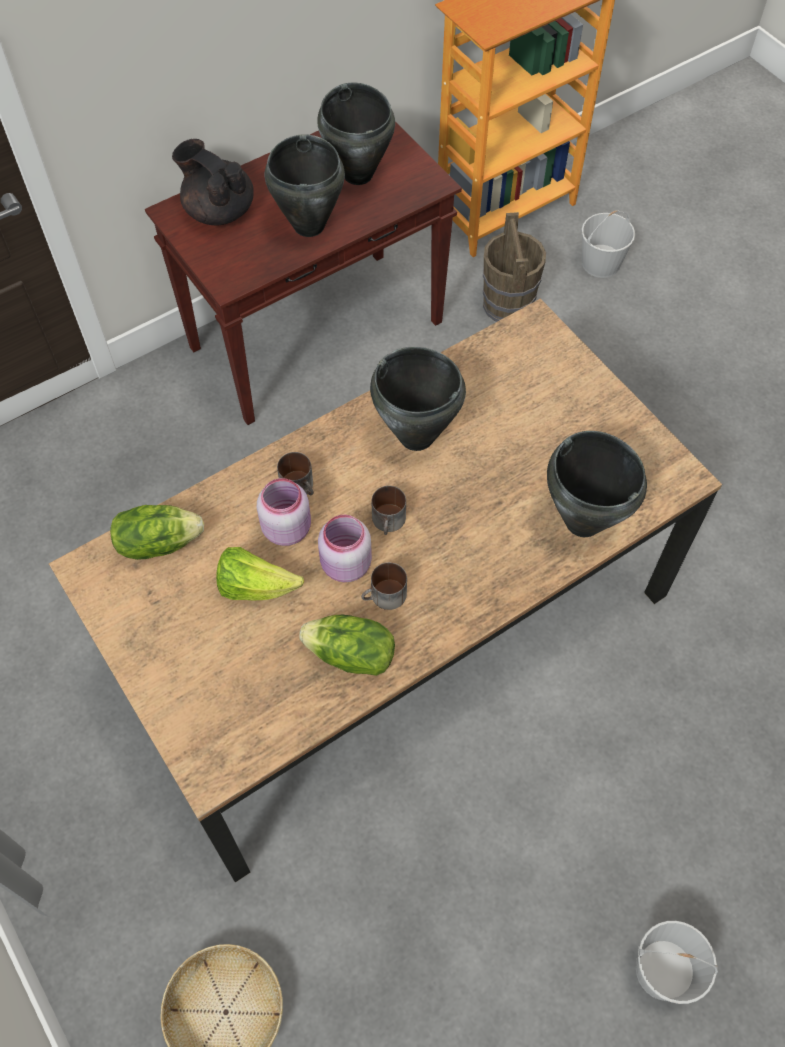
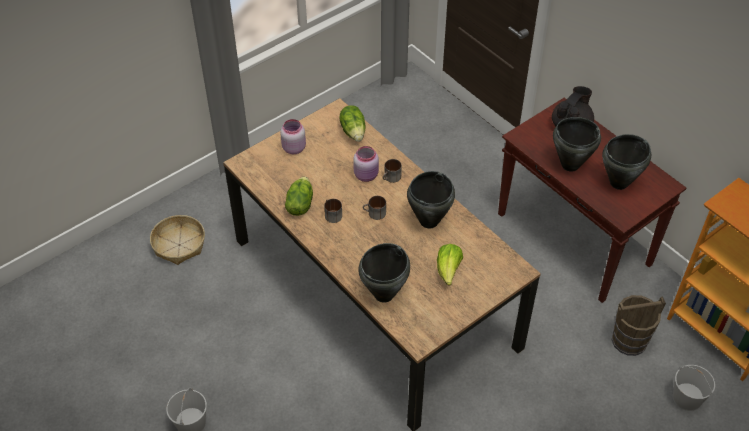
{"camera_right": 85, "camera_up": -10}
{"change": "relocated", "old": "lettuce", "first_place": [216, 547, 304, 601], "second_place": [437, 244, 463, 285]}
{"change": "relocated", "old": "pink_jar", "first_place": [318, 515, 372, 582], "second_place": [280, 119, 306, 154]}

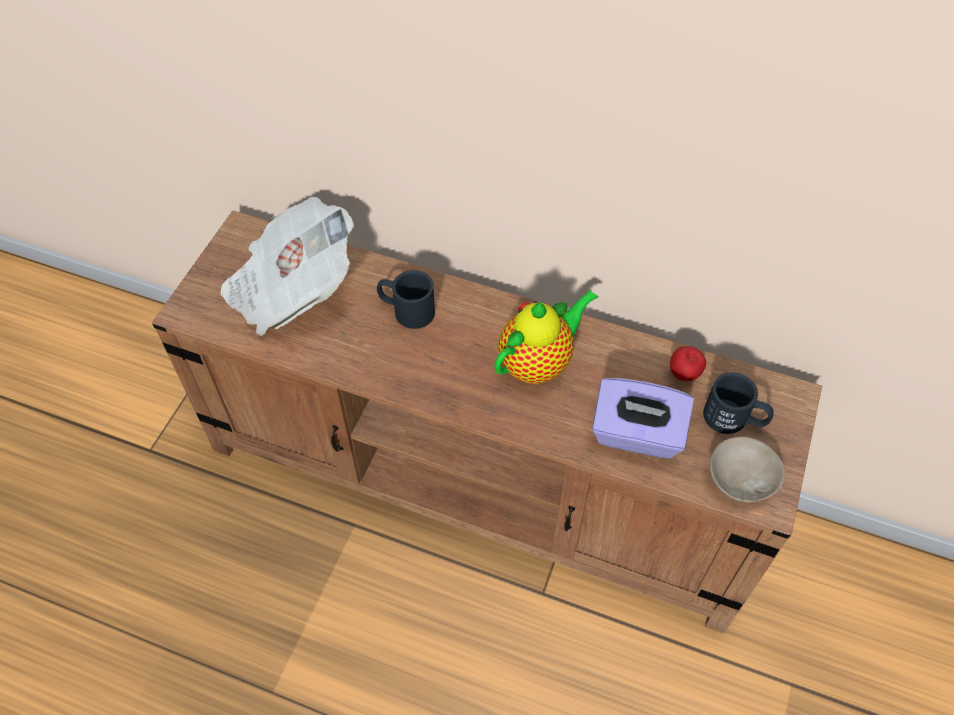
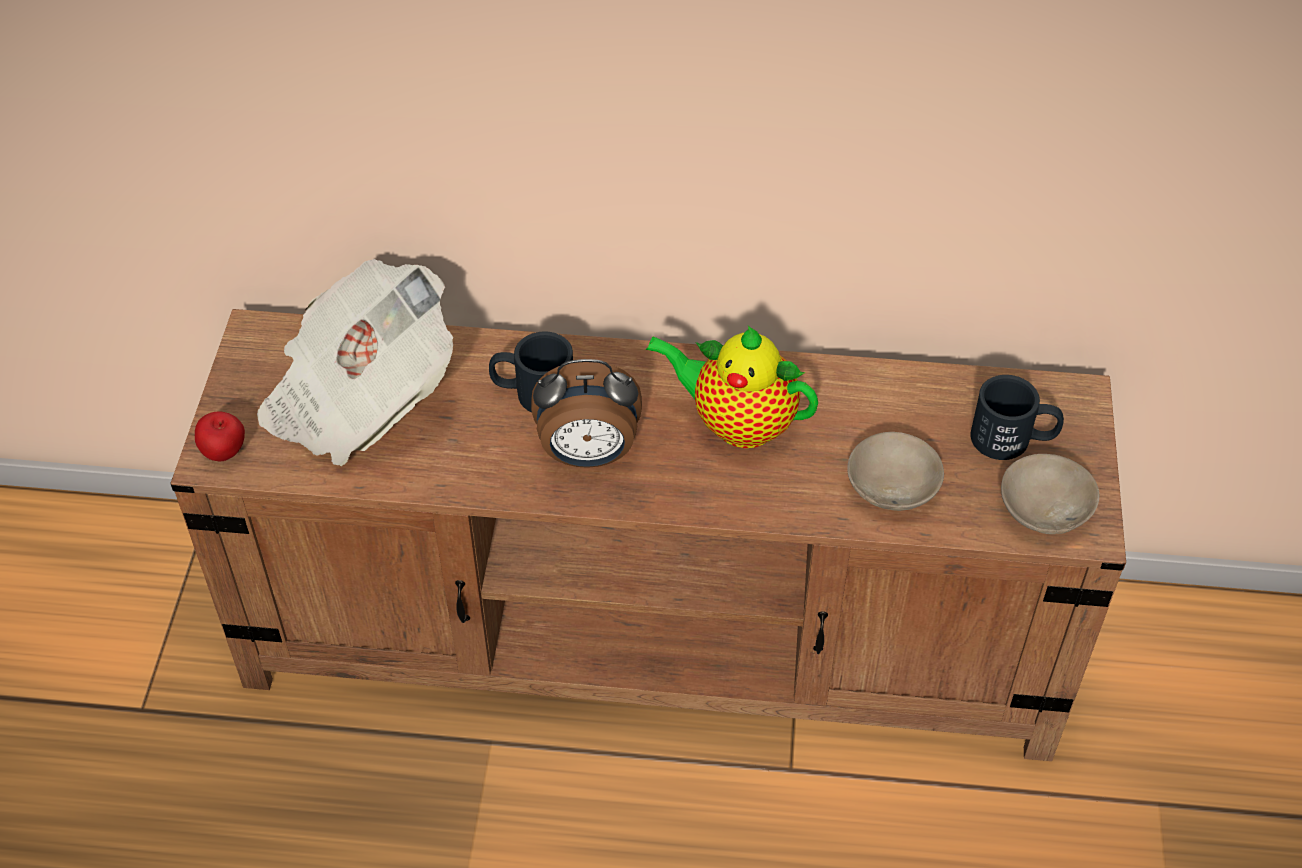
{"camera_right": -15, "camera_up": -5}
{"change": "appeared", "new": "alarm_clock", "second_place": [531, 359, 642, 468]}
{"change": "relocated", "old": "apple", "first_place": [670, 346, 706, 381], "second_place": [195, 412, 245, 461]}
{"change": "exchanged", "old": "purple_tissue_box", "new": "beige_bowl", "first_place": [592, 378, 694, 459], "second_place": [847, 432, 944, 511]}
{"change": "spun", "old": "teapot", "first_place": [494, 289, 599, 384], "second_place": [646, 326, 818, 448], "degrees": -105}

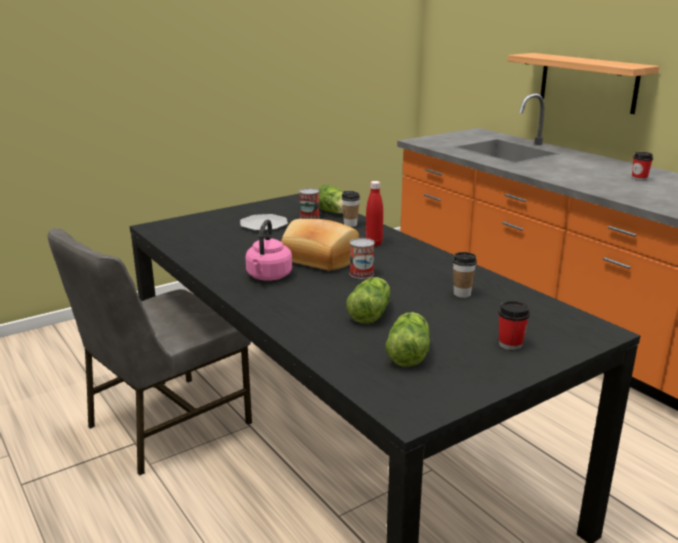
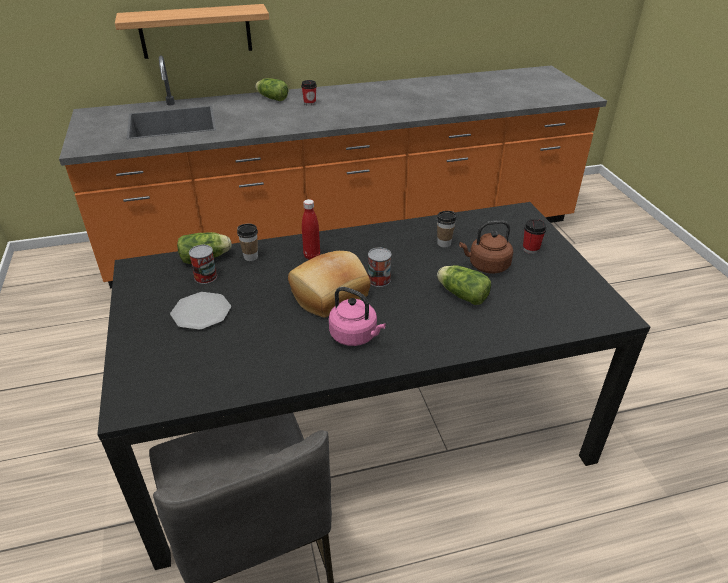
{"camera_right": -70, "camera_up": 15}
{"change": "appeared", "new": "brown_kettle", "second_place": [459, 220, 513, 274]}
{"change": "relocated", "old": "lettuce", "first_place": [386, 312, 430, 367], "second_place": [255, 78, 288, 101]}

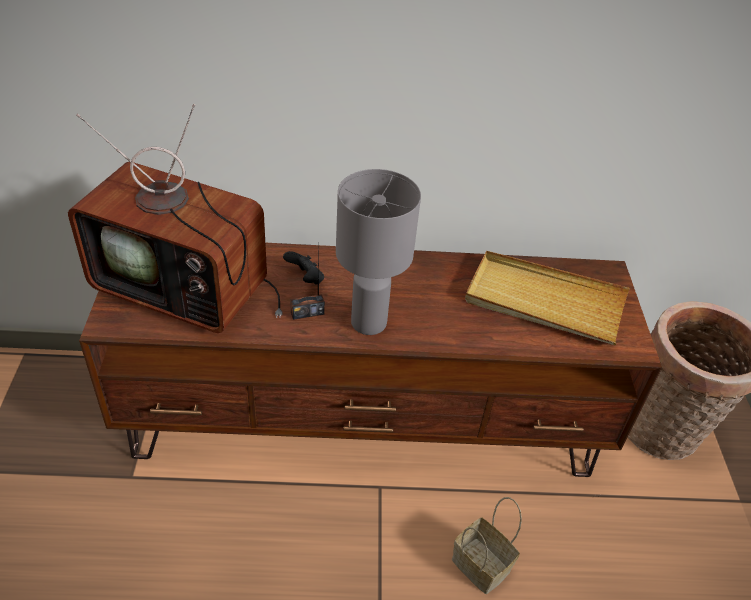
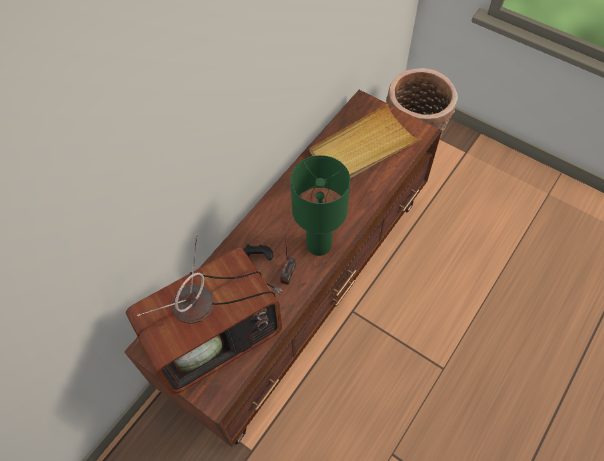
{"camera_right": -50, "camera_up": 15}
{"change": "missing", "old": "basket", "first_place": [452, 497, 522, 594]}
{"change": "colour", "old": "grey_table_lamp", "new": "green_table_lamp", "first_place": [336, 169, 421, 335], "second_place": [290, 155, 350, 256]}

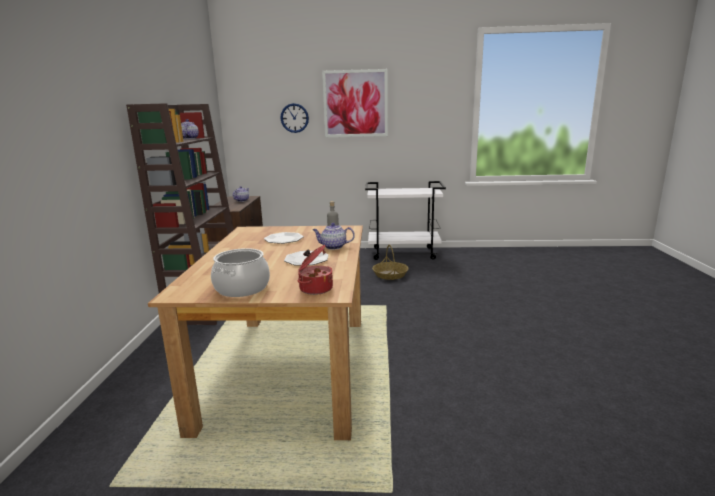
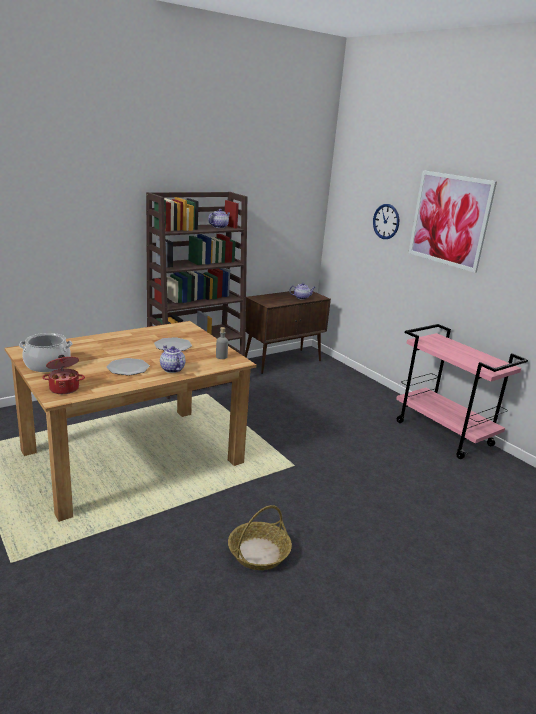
{"camera_right": 50, "camera_up": 5}
{"change": "relocated", "old": "basket", "first_place": [372, 245, 409, 280], "second_place": [228, 505, 292, 570]}
{"change": "colour", "old": "white_cart", "new": "pink_cart", "first_place": [365, 181, 446, 260], "second_place": [396, 324, 528, 459]}

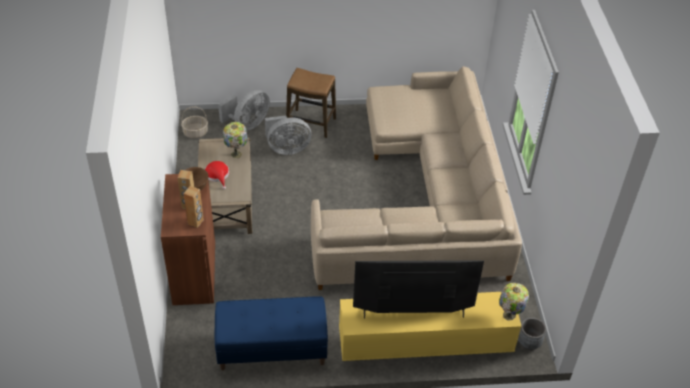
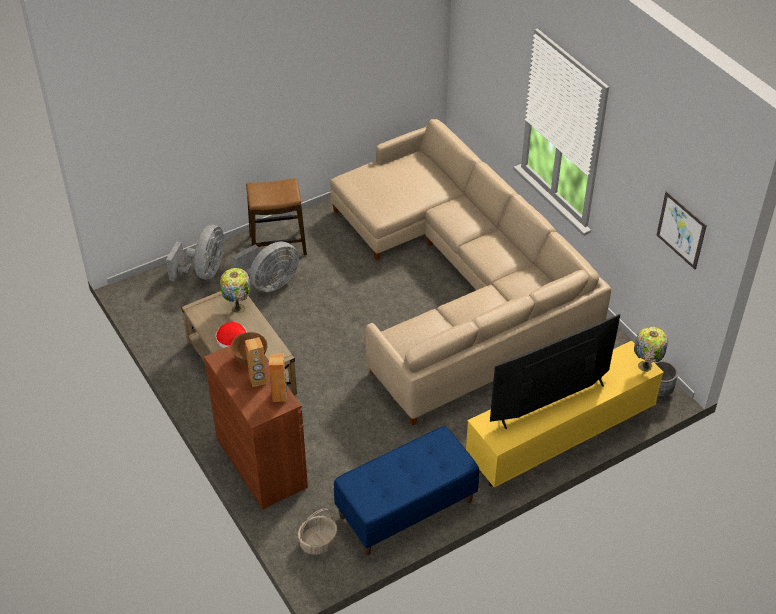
{"camera_right": -25, "camera_up": 0}
{"change": "appeared", "new": "picture", "second_place": [657, 191, 707, 269]}
{"change": "relocated", "old": "basket", "first_place": [181, 106, 208, 138], "second_place": [298, 508, 337, 555]}

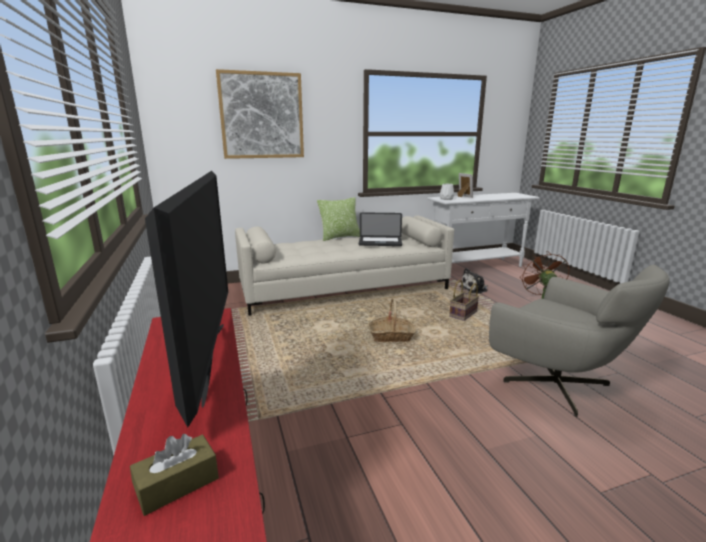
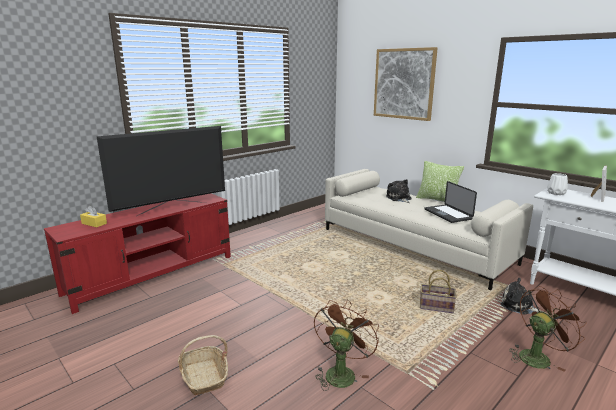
{"camera_right": 65, "camera_up": 0}
{"change": "appeared", "new": "plush_toy", "second_place": [386, 179, 412, 203]}
{"change": "relocated", "old": "basket", "first_place": [368, 298, 416, 342], "second_place": [178, 335, 228, 395]}
{"change": "exchanged", "old": "grey_armchair", "new": "brown_fan", "first_place": [489, 265, 670, 417], "second_place": [314, 299, 379, 391]}
{"change": "colour", "old": "brown_tissue_box", "new": "yellow_tissue_box", "first_place": [130, 434, 219, 516], "second_place": [80, 206, 107, 227]}

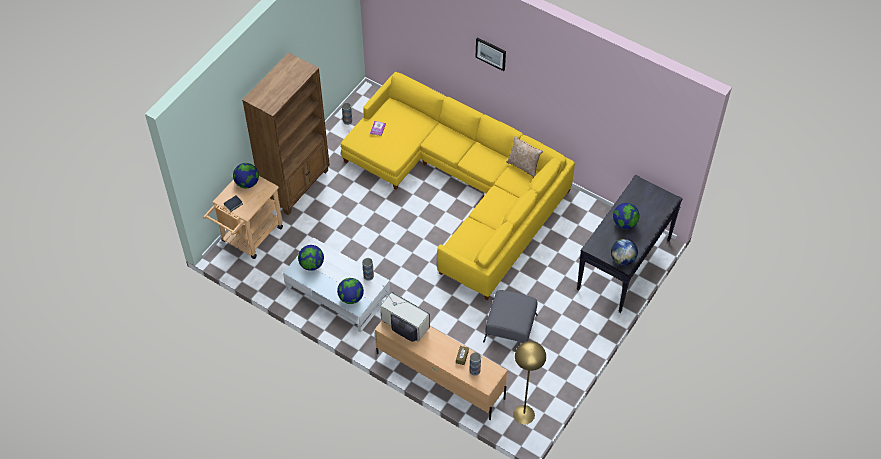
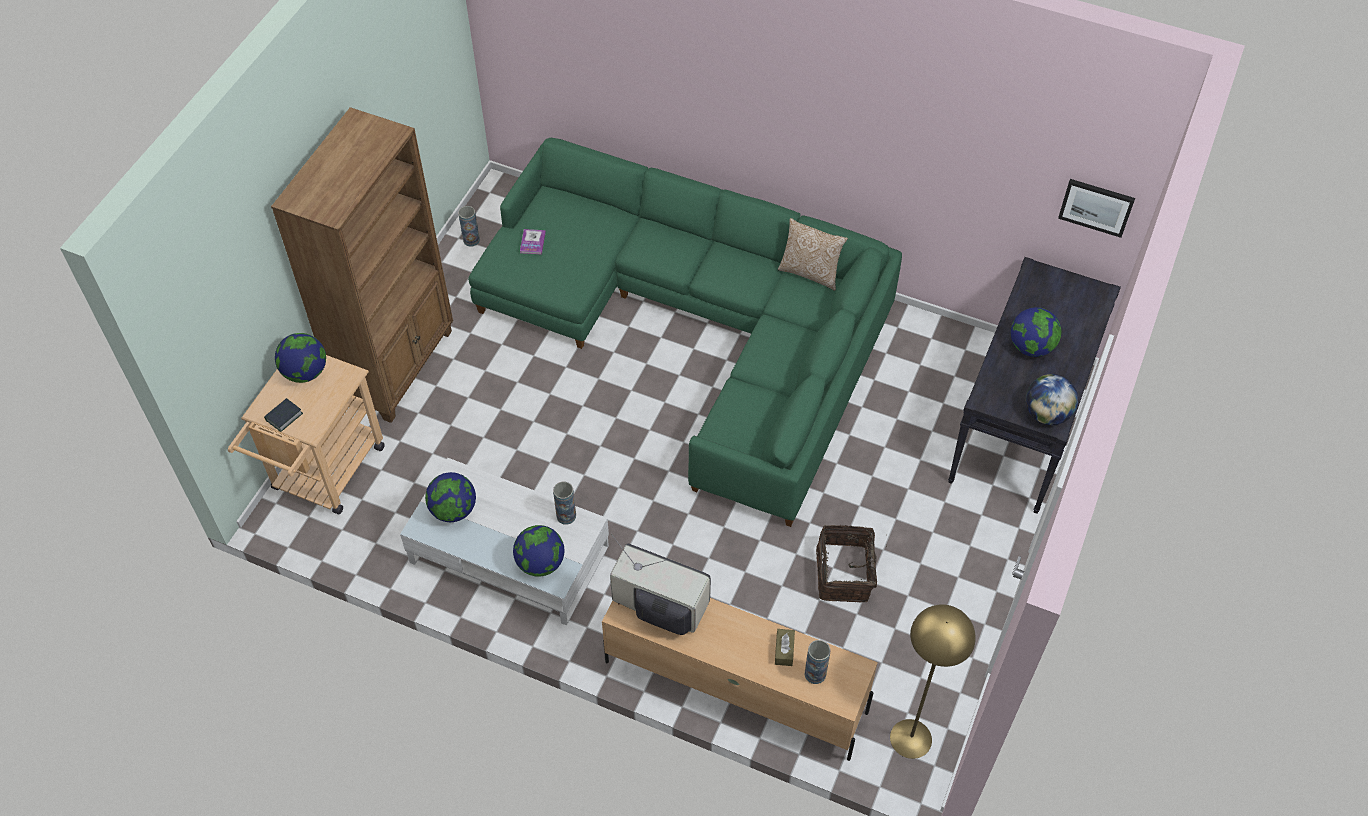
{"camera_right": -10, "camera_up": 0}
{"change": "relocated", "old": "picture", "first_place": [475, 37, 506, 71], "second_place": [1058, 179, 1135, 238]}
{"change": "exchanged", "old": "grey_ottoman", "new": "basket", "first_place": [483, 290, 538, 343], "second_place": [816, 525, 887, 602]}
{"change": "colour", "old": "yellow_sofa", "new": "green_sofa", "first_place": [341, 72, 575, 300], "second_place": [468, 138, 902, 527]}

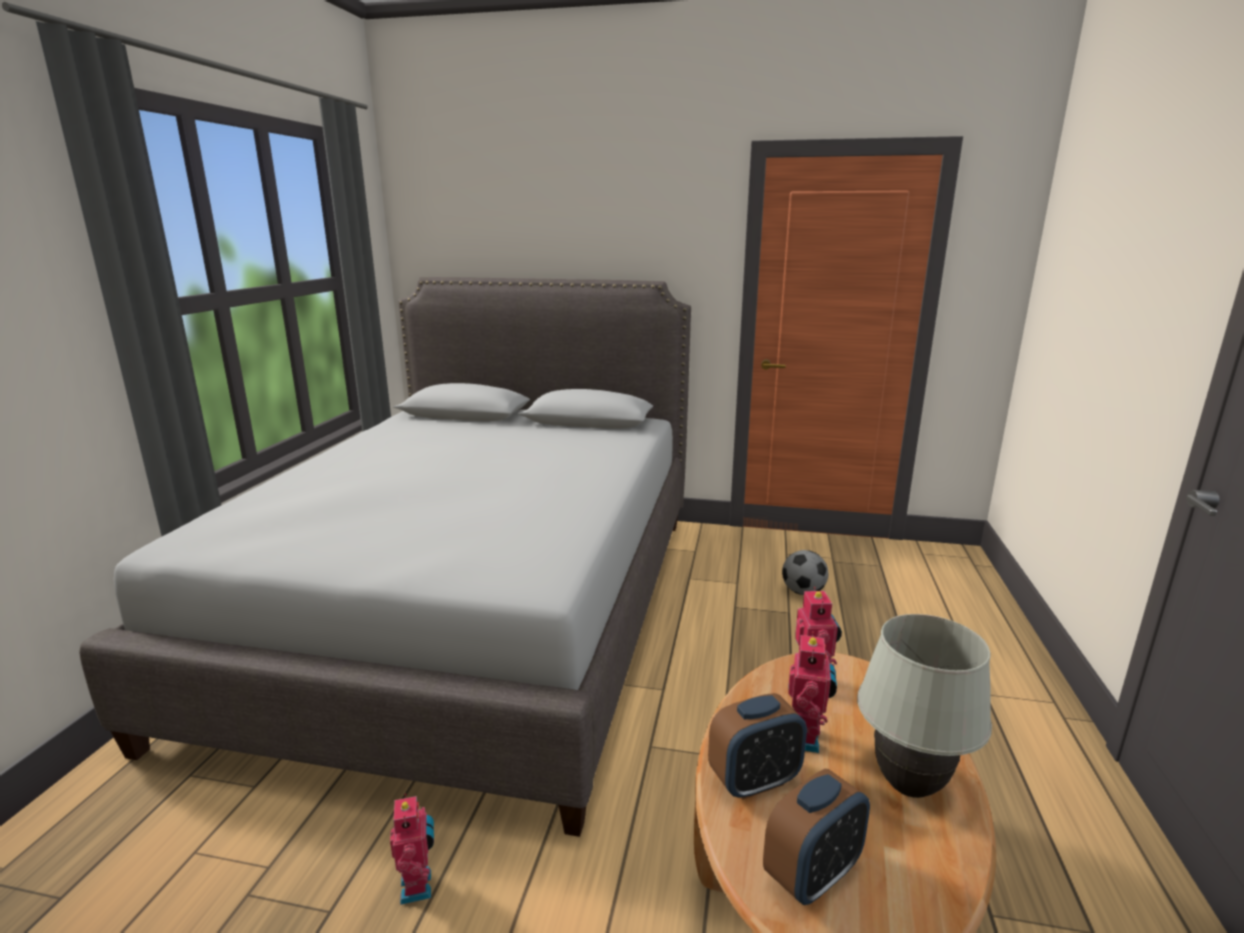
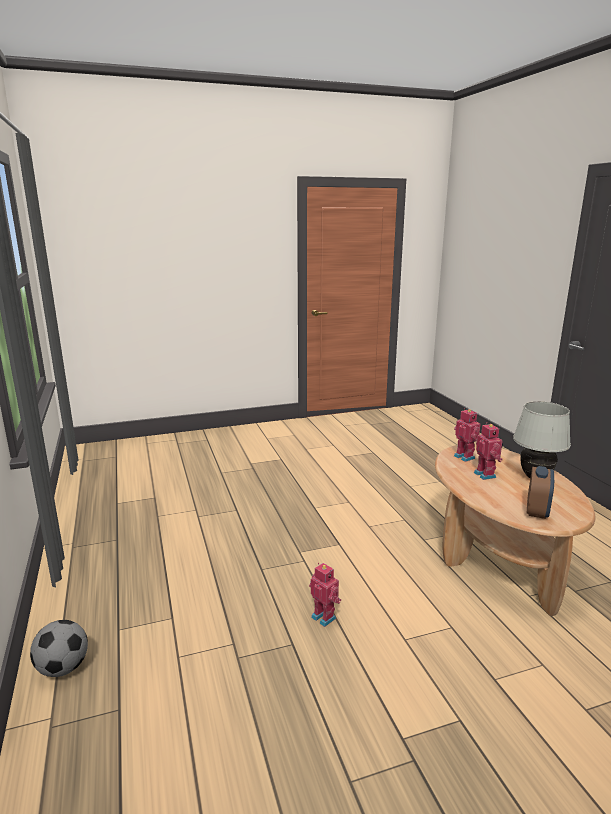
{"camera_right": -30, "camera_up": 0}
{"change": "missing", "old": "grey_bed", "first_place": [79, 277, 691, 837]}
{"change": "missing", "old": "alarm_clock", "first_place": [708, 693, 807, 800]}
{"change": "relocated", "old": "football", "first_place": [782, 550, 828, 595], "second_place": [30, 620, 88, 677]}

